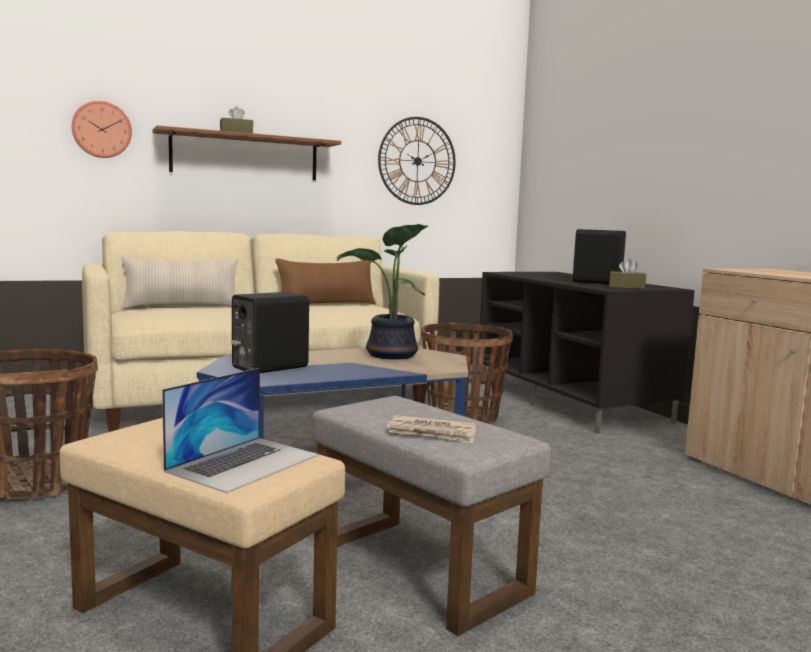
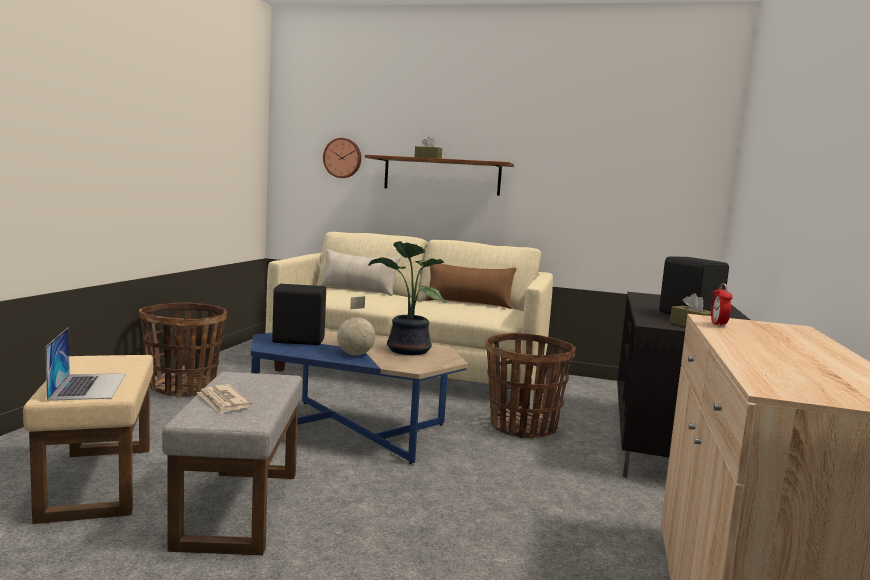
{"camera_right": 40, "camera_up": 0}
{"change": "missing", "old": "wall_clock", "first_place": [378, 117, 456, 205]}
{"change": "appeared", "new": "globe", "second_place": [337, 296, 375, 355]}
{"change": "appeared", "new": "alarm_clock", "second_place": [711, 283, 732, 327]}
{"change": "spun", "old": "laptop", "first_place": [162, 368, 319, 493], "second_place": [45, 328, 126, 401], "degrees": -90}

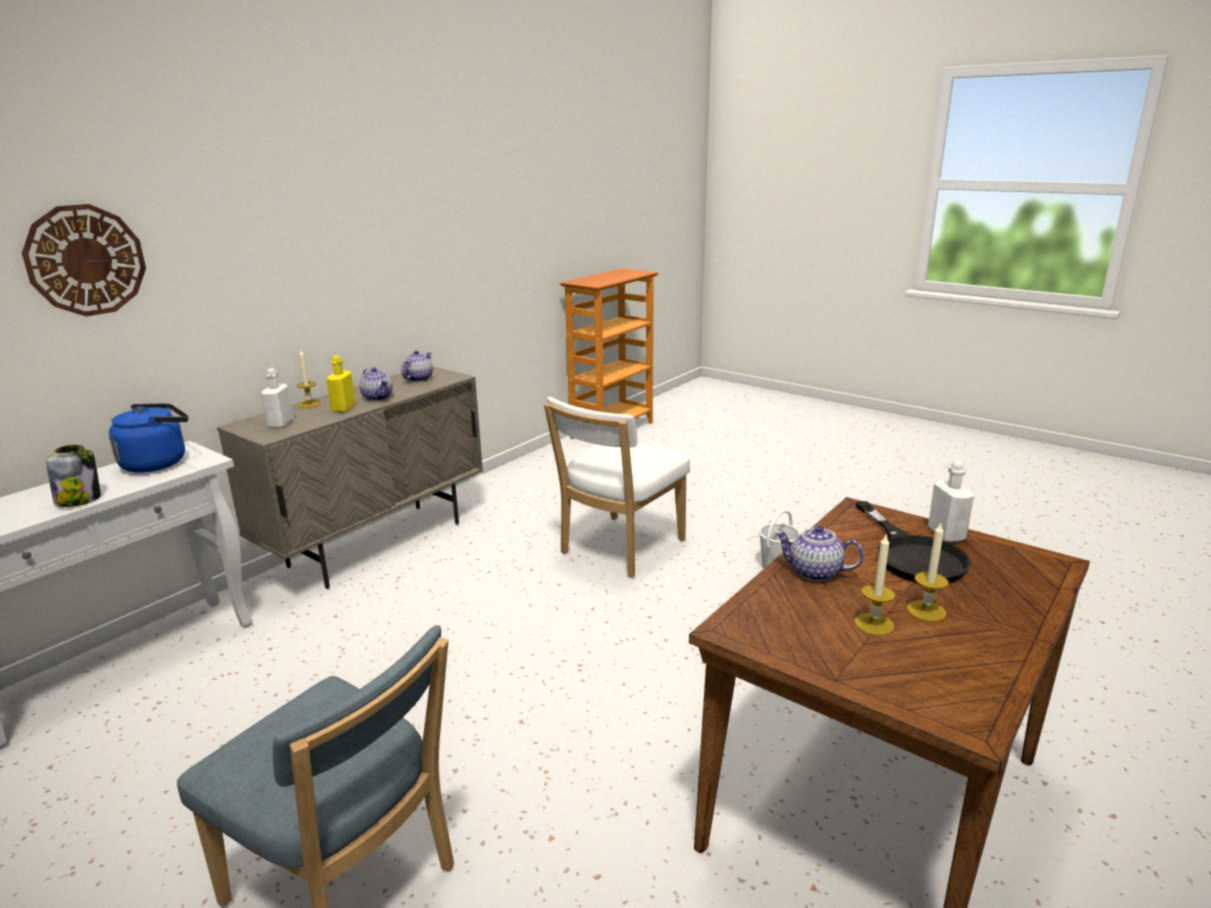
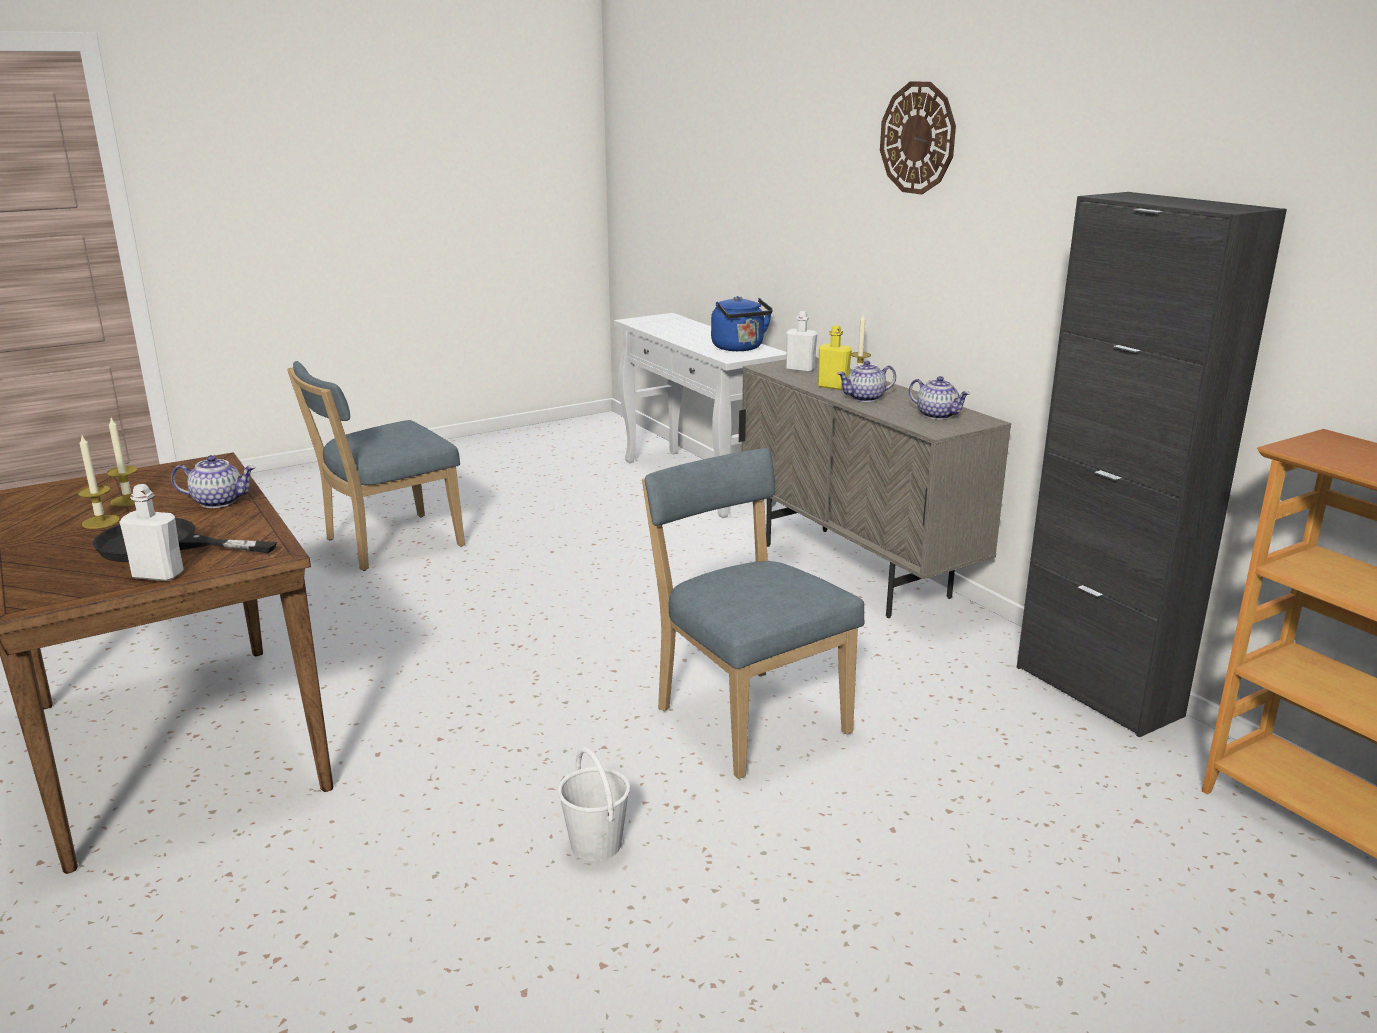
{"camera_right": 110, "camera_up": 0}
{"change": "missing", "old": "jar", "first_place": [46, 445, 101, 507]}
{"change": "appeared", "new": "black_cabinet", "second_place": [1017, 192, 1287, 737]}
{"change": "relocated", "old": "wall_clock", "first_place": [22, 204, 146, 317], "second_place": [880, 81, 956, 194]}
{"change": "colour", "old": "white_chair", "new": "blue_chair", "first_place": [544, 397, 690, 578], "second_place": [642, 448, 864, 779]}
{"change": "spun", "old": "teapot", "first_place": [774, 525, 864, 581], "second_place": [171, 455, 256, 508], "degrees": 45}

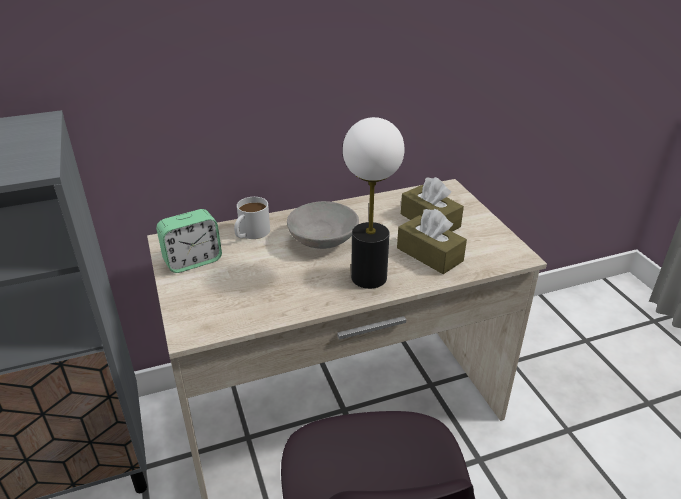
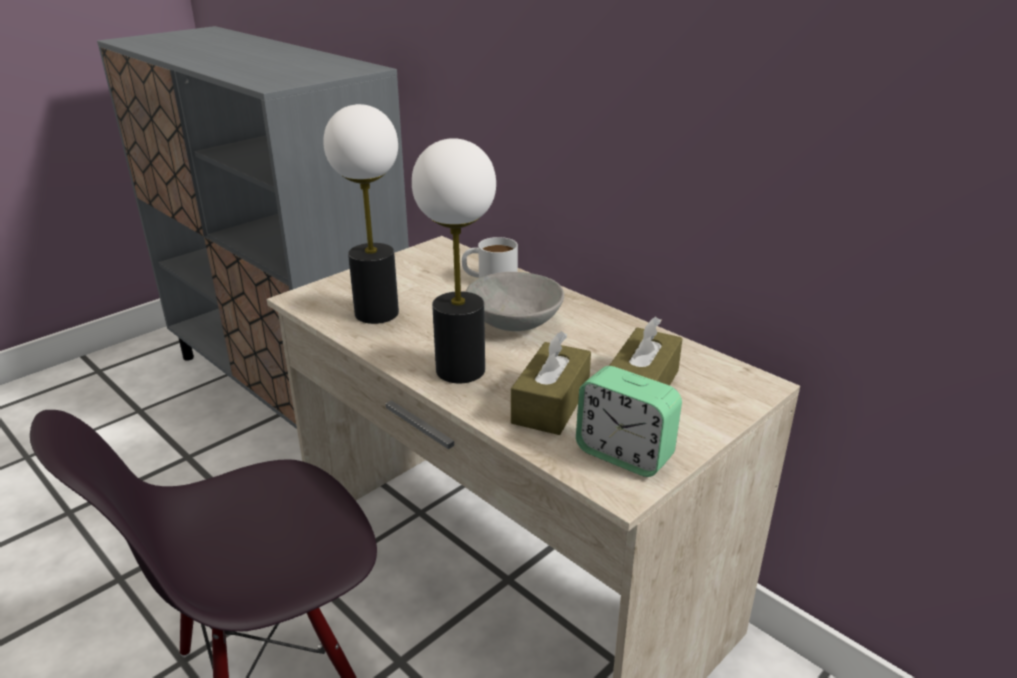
{"camera_right": 65, "camera_up": -5}
{"change": "appeared", "new": "table_lamp", "second_place": [323, 104, 399, 324]}
{"change": "relocated", "old": "alarm_clock", "first_place": [156, 209, 222, 273], "second_place": [576, 366, 682, 477]}

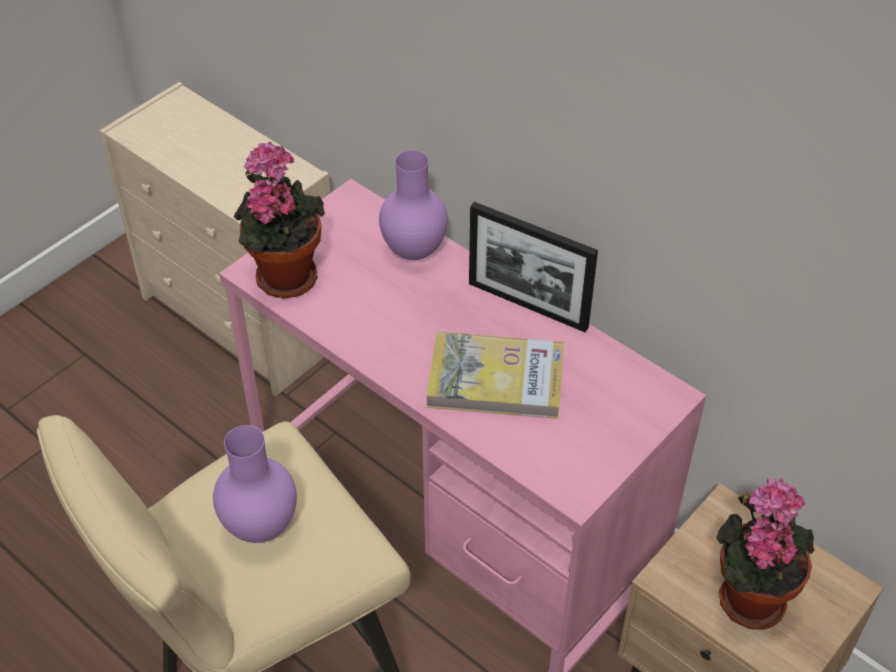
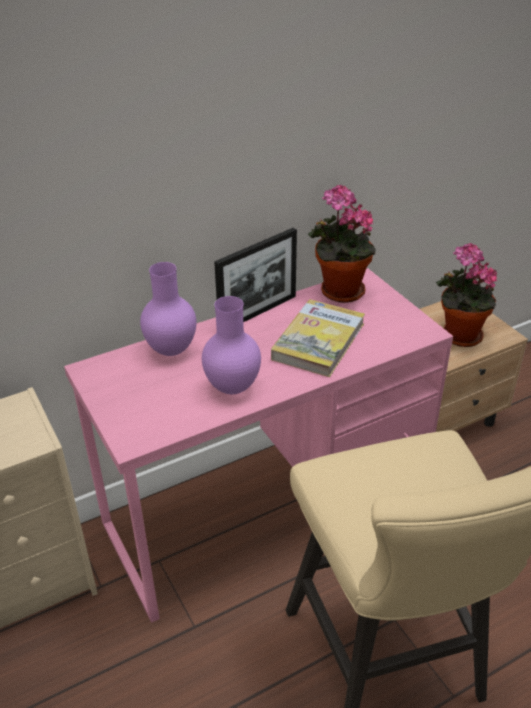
{"camera_right": -70, "camera_up": -10}
{"change": "relocated", "old": "purple_vase", "first_place": [213, 425, 297, 543], "second_place": [202, 296, 261, 394]}
{"change": "relocated", "old": "potted_plant", "first_place": [234, 142, 325, 298], "second_place": [308, 185, 376, 303]}

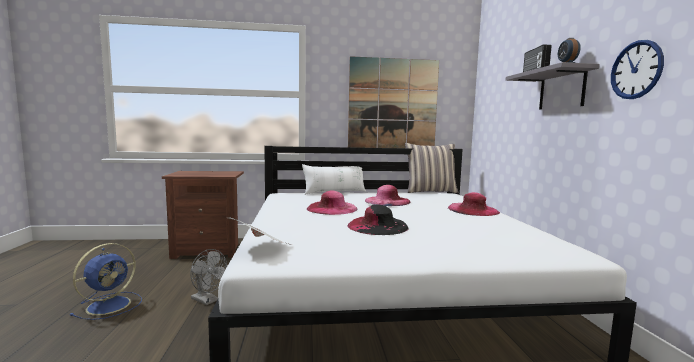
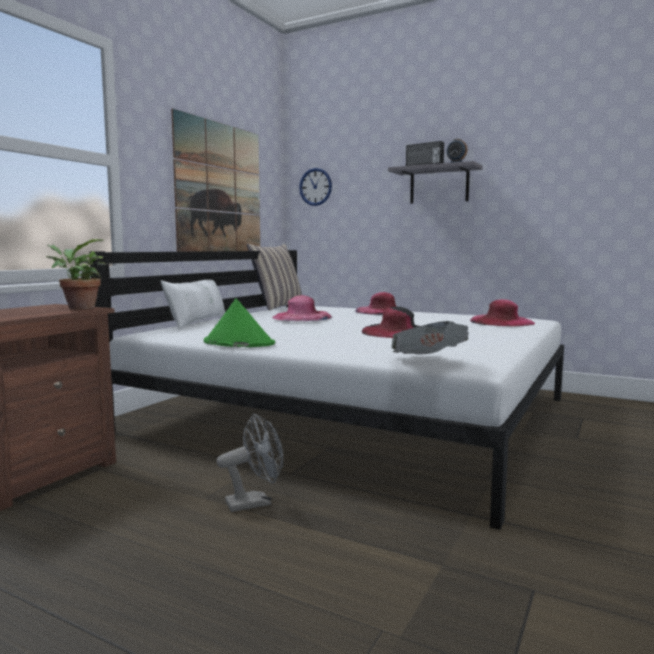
{"camera_right": -55, "camera_up": 0}
{"change": "missing", "old": "blue_fan", "first_place": [70, 243, 142, 320]}
{"change": "appeared", "new": "potted_plant", "second_place": [46, 239, 106, 309]}
{"change": "appeared", "new": "green_hat", "second_place": [204, 298, 275, 347]}
{"change": "relocated", "old": "pink_hat", "first_place": [307, 191, 357, 215], "second_place": [470, 299, 535, 326]}
{"change": "relocated", "old": "wall_clock", "first_place": [611, 40, 664, 99], "second_place": [299, 168, 332, 206]}

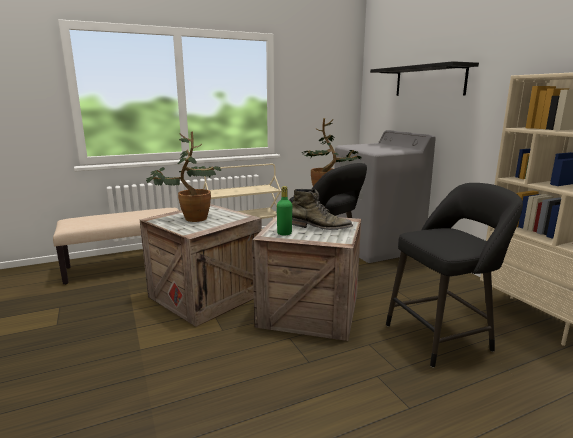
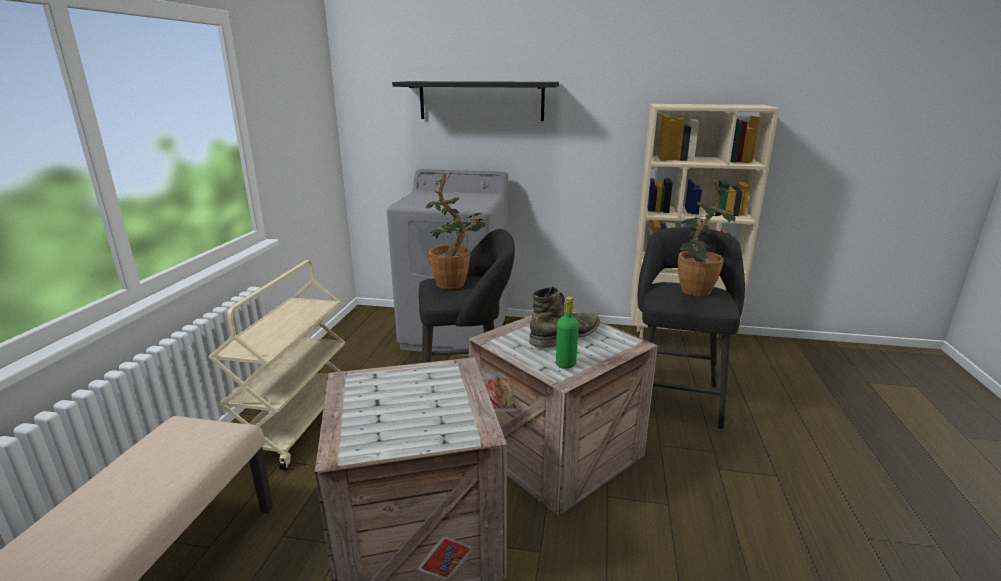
{"camera_right": -55, "camera_up": 5}
{"change": "relocated", "old": "potted_plant", "first_place": [146, 132, 221, 222], "second_place": [678, 176, 736, 296]}

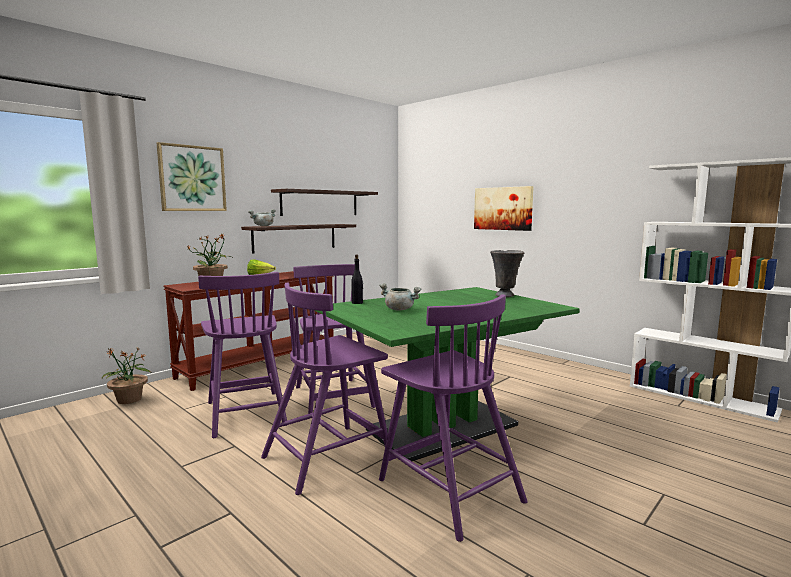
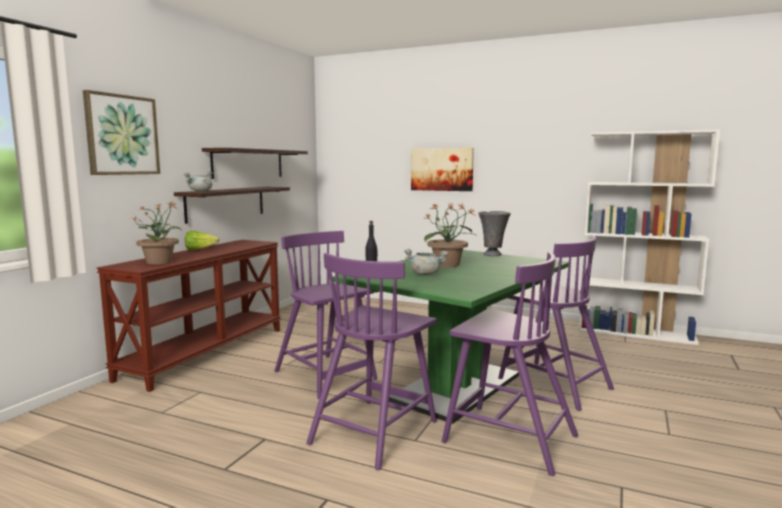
{"camera_right": -20, "camera_up": 0}
{"change": "relocated", "old": "potted_plant", "first_place": [102, 348, 151, 404], "second_place": [424, 204, 477, 267]}
{"change": "relocated", "old": "purple_chair", "first_place": [198, 272, 287, 438], "second_place": [498, 236, 614, 411]}

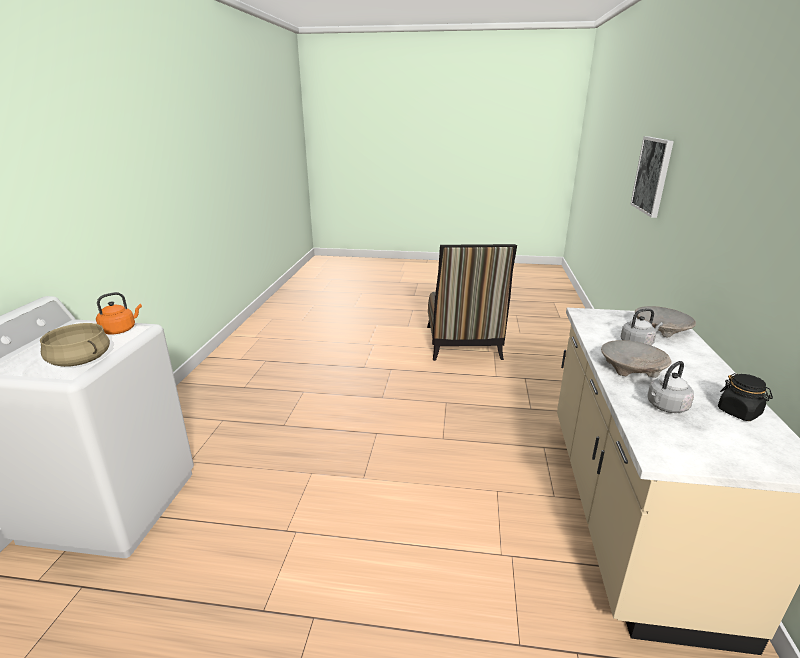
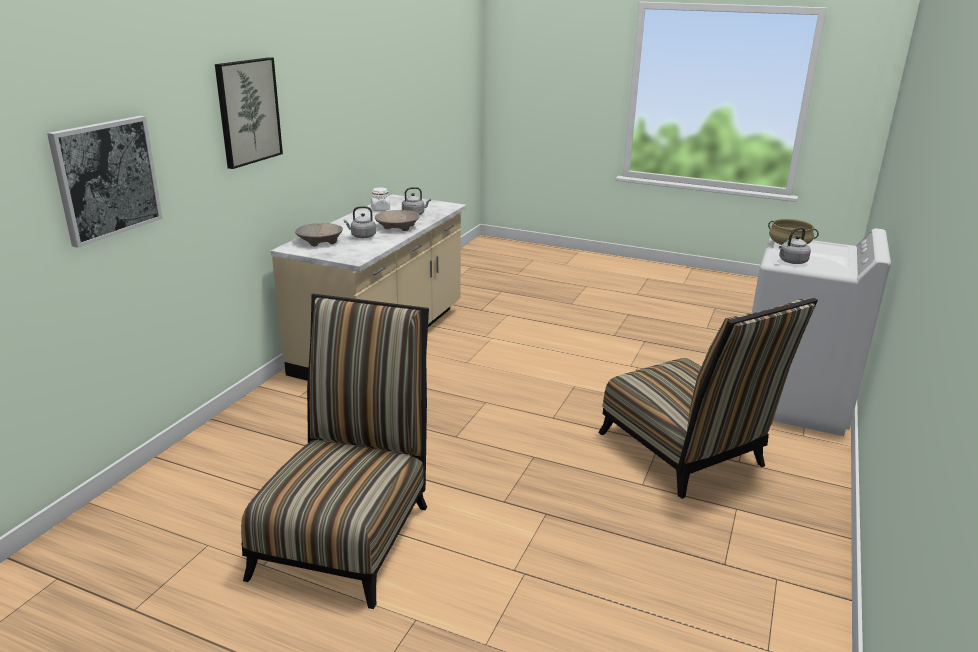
{"camera_right": -165, "camera_up": 0}
{"change": "appeared", "new": "picture", "second_place": [215, 57, 283, 169]}
{"change": "appeared", "new": "chair", "second_place": [598, 298, 818, 499]}
{"change": "colour", "old": "orange_kettle", "new": "grey_kettle", "first_place": [96, 292, 142, 334], "second_place": [779, 227, 811, 264]}
{"change": "colour", "old": "black_jar", "new": "white_jar", "first_place": [718, 373, 773, 421], "second_place": [371, 187, 390, 211]}

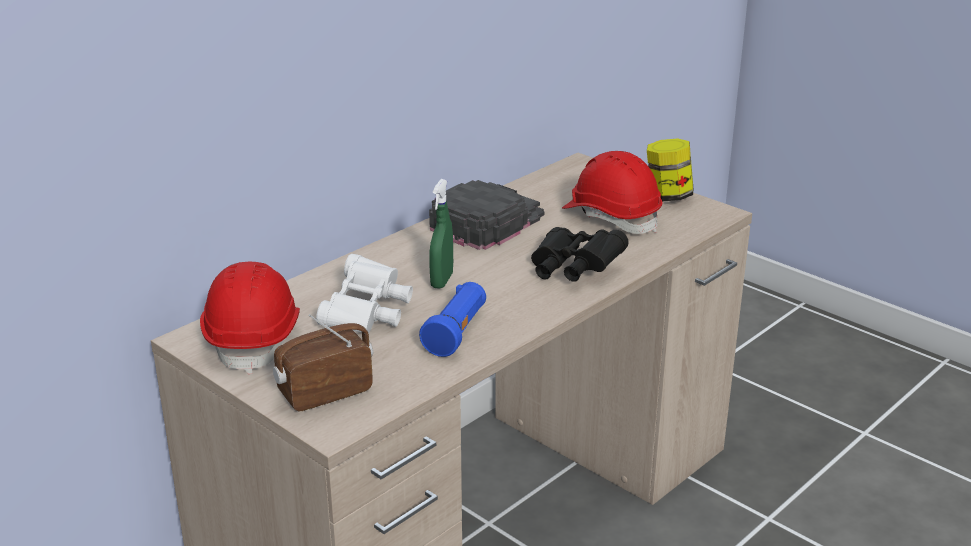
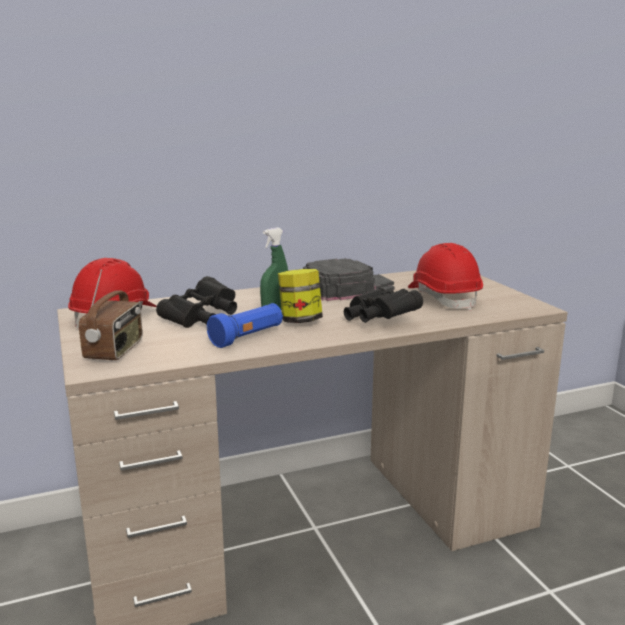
{"camera_right": 25, "camera_up": -10}
{"change": "relocated", "old": "jar", "first_place": [647, 138, 693, 201], "second_place": [278, 269, 323, 323]}
{"change": "colour", "old": "white_binoculars", "new": "black_binoculars", "first_place": [316, 254, 413, 334], "second_place": [156, 276, 237, 328]}
{"change": "spun", "old": "radio", "first_place": [273, 314, 373, 412], "second_place": [79, 270, 143, 361], "degrees": 105}

